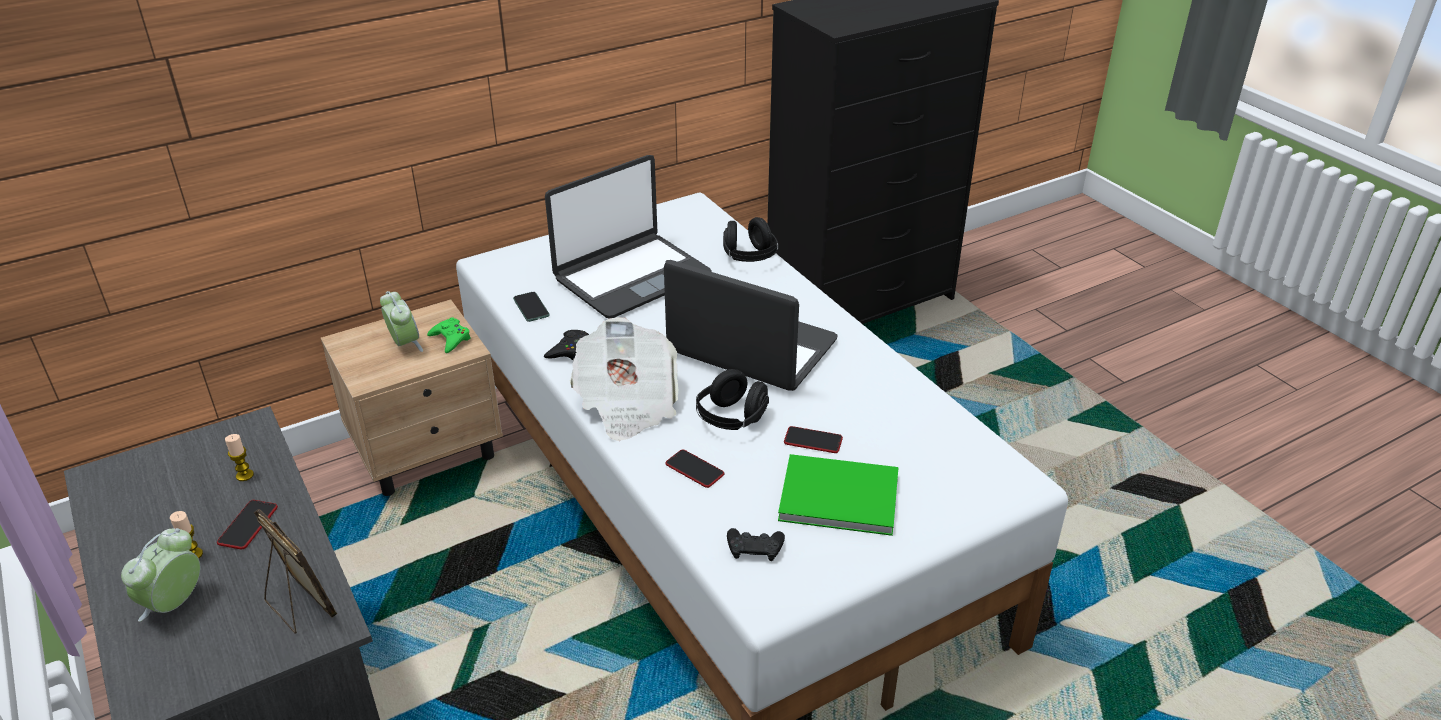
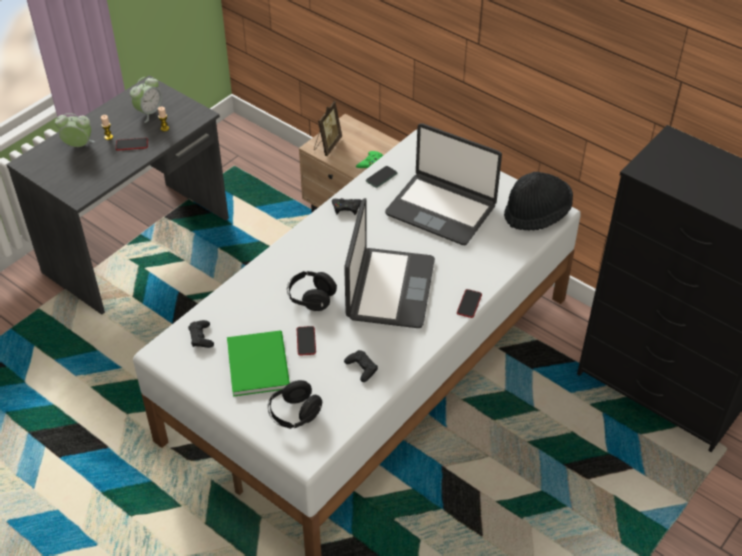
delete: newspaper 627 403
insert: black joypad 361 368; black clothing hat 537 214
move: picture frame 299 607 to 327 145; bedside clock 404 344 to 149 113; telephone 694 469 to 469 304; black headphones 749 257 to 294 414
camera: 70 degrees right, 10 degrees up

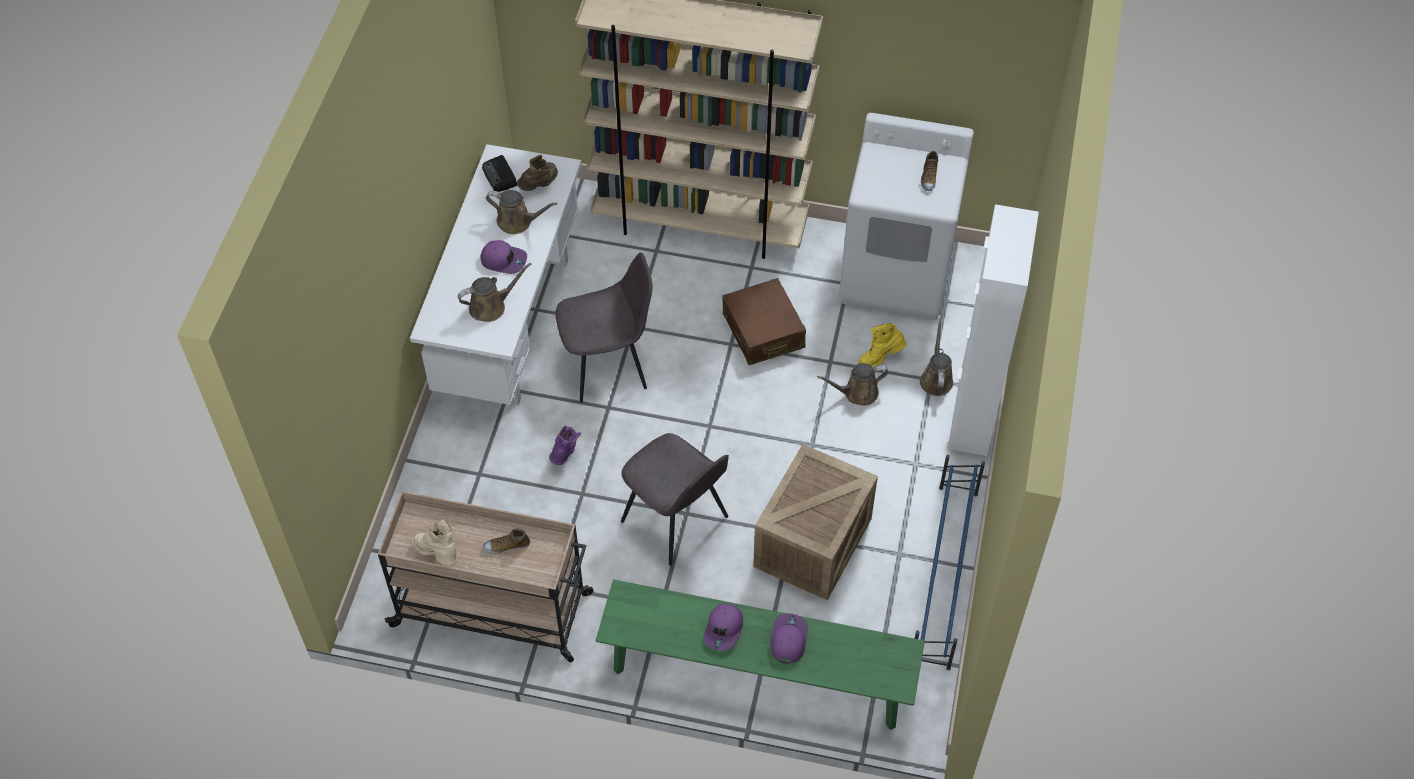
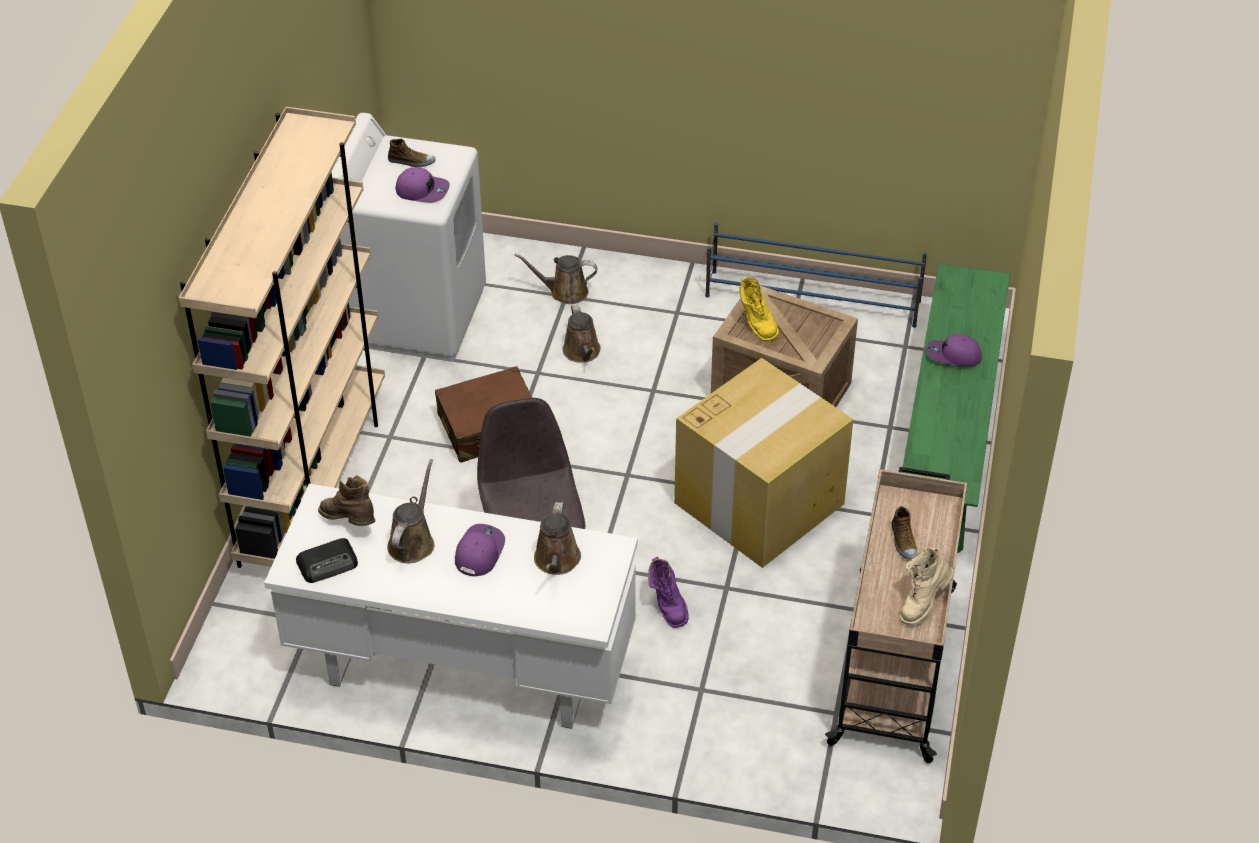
delete: white cupboard 972 417
move: purple peaked cap 724 630 to 422 190; yellow high-top boot 880 358 to 756 324
replace: grey chair 676 521 to cardboard box 760 502
rotate: brown watering can 491 306 = 556 561 150 degrees counterclockwise; purple high-top boot 565 452 = 667 605 120 degrees counterclockwise
camera: 90 degrees left, 10 degrees down

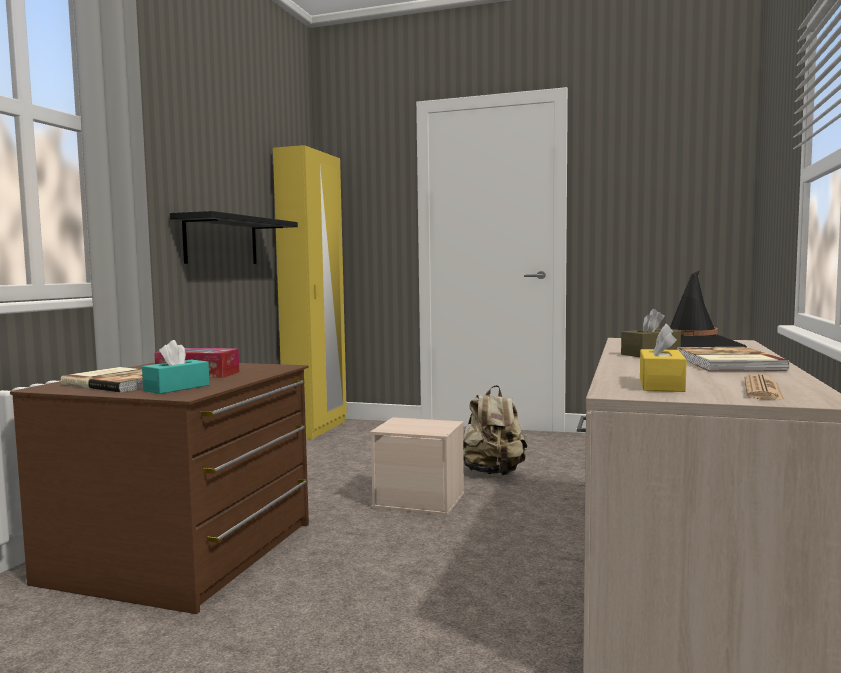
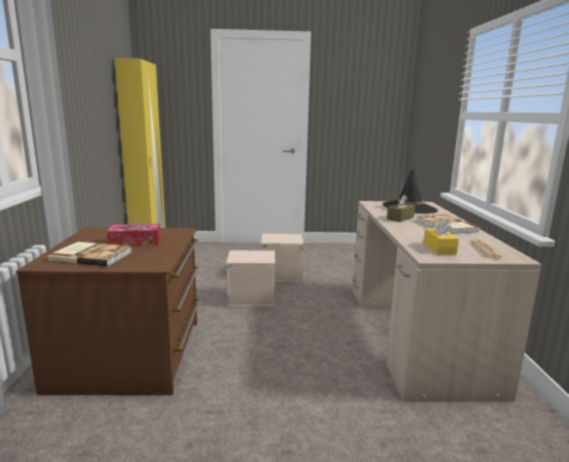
delete: turquoise tissue holder 177 388; black wall shelf 221 241
replace: beige-coloured rucksack 493 473 to beige-coloured storage bin 281 275
camera: 20 degrees left, 10 degrees up

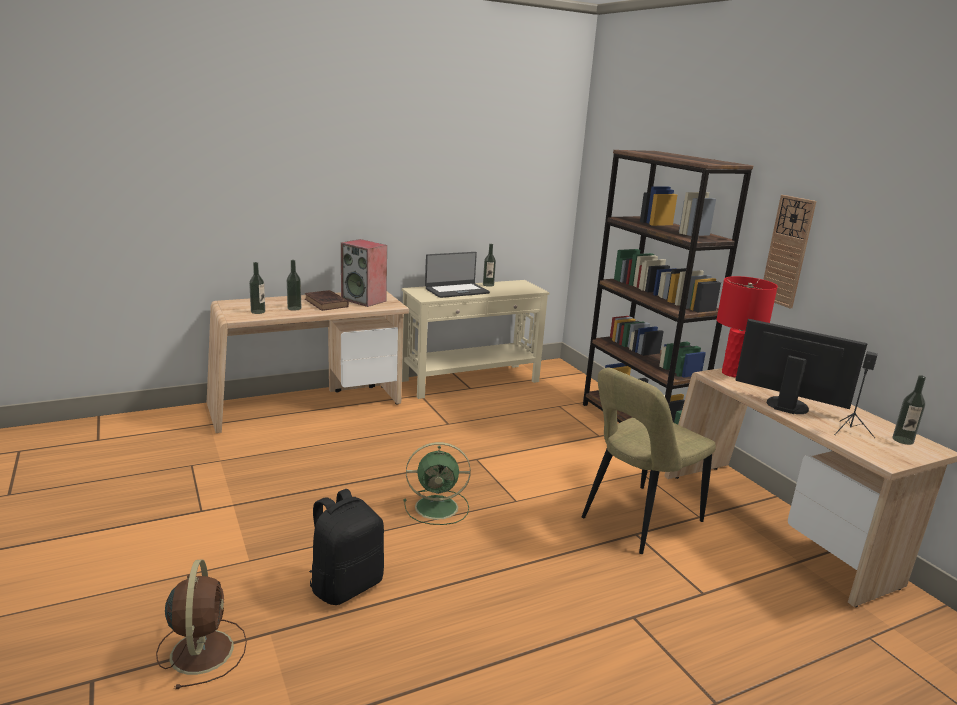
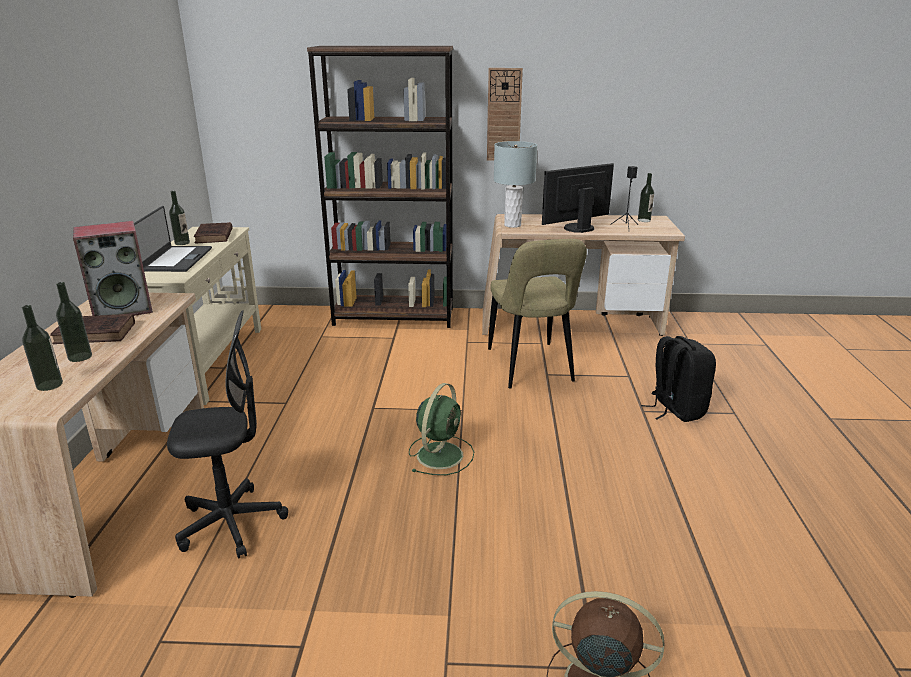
insert: black desk chair 231 523; brown book 214 236
move: black rucksack 346 585 to 675 409
recolor: red lamp for a table 731 373 to grey lamp for a table 512 225
camera: 60 degrees left, 5 degrees up

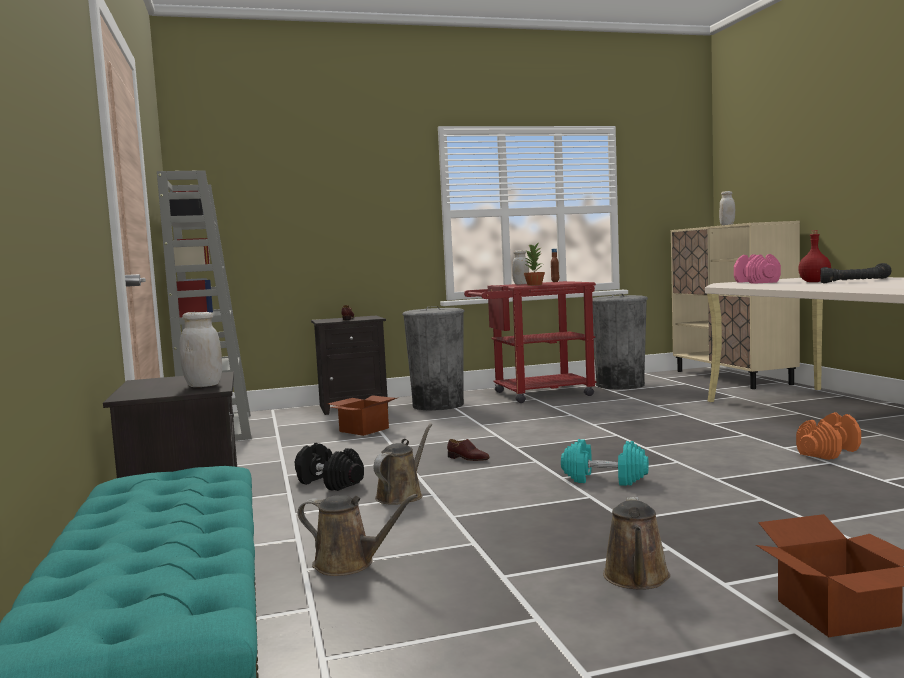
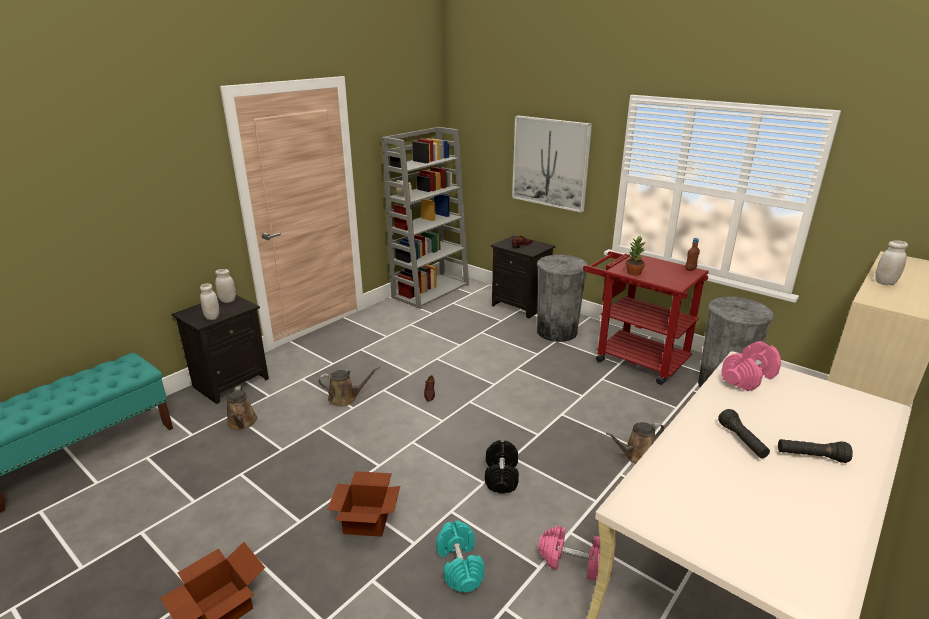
delete: red beverage bottle 814 282
insert: picture 550 163
move: black hand weight 329 483 to 501 475; cardboard box 363 429 to 368 519; white preserve jar 521 284 to 227 300; turquoise hand weight 604 479 to 459 565; brown watering can 636 578 to 637 456
recolor: orange-coloured hand weight 829 452 to pink-coloured hand weight 574 562
camera: 55 degrees right, 20 degrees up

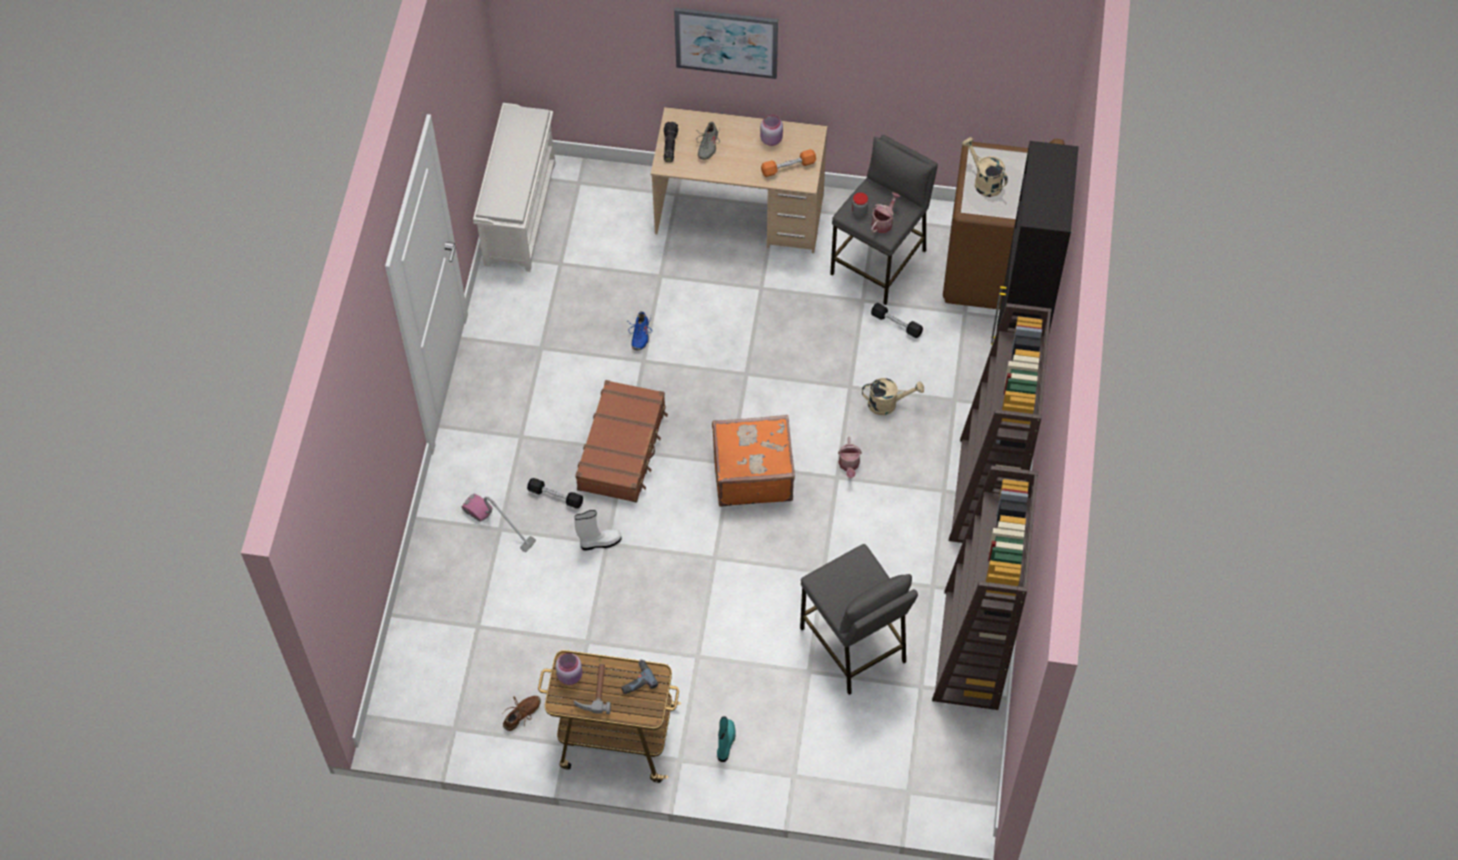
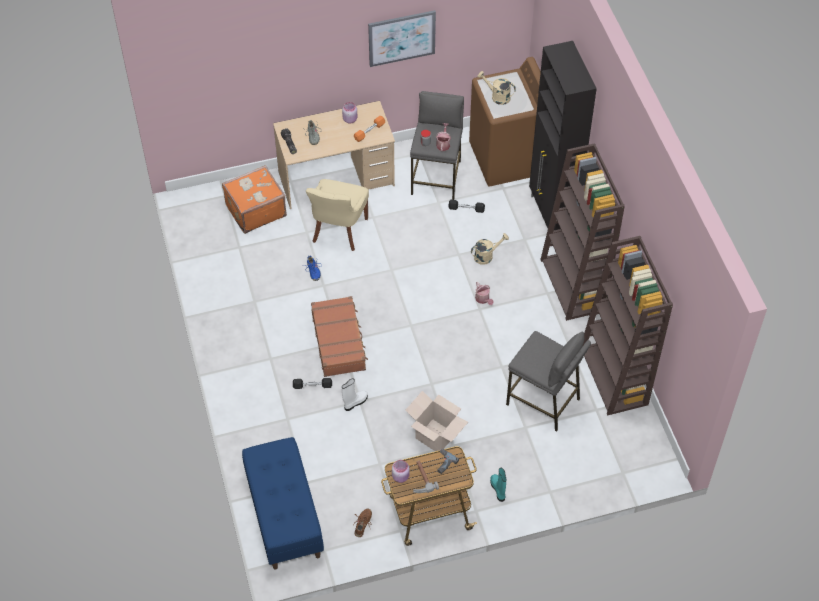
delete: hoover 499 525; white shoe rack 519 212
insert: bluish long seat 283 515; beige-coloured chair 338 231; cardboard box 435 436
move: picture 726 42 to 401 38; orange-coloured travel case 752 473 to 255 210
camera: 25 degrees left, 5 degrees down

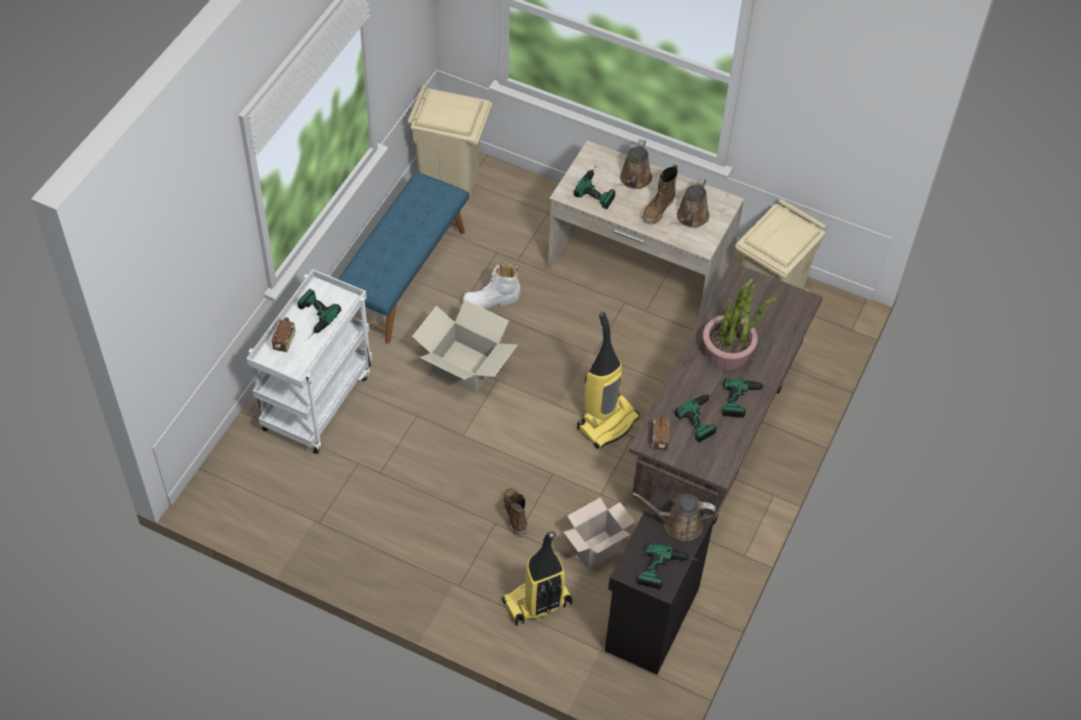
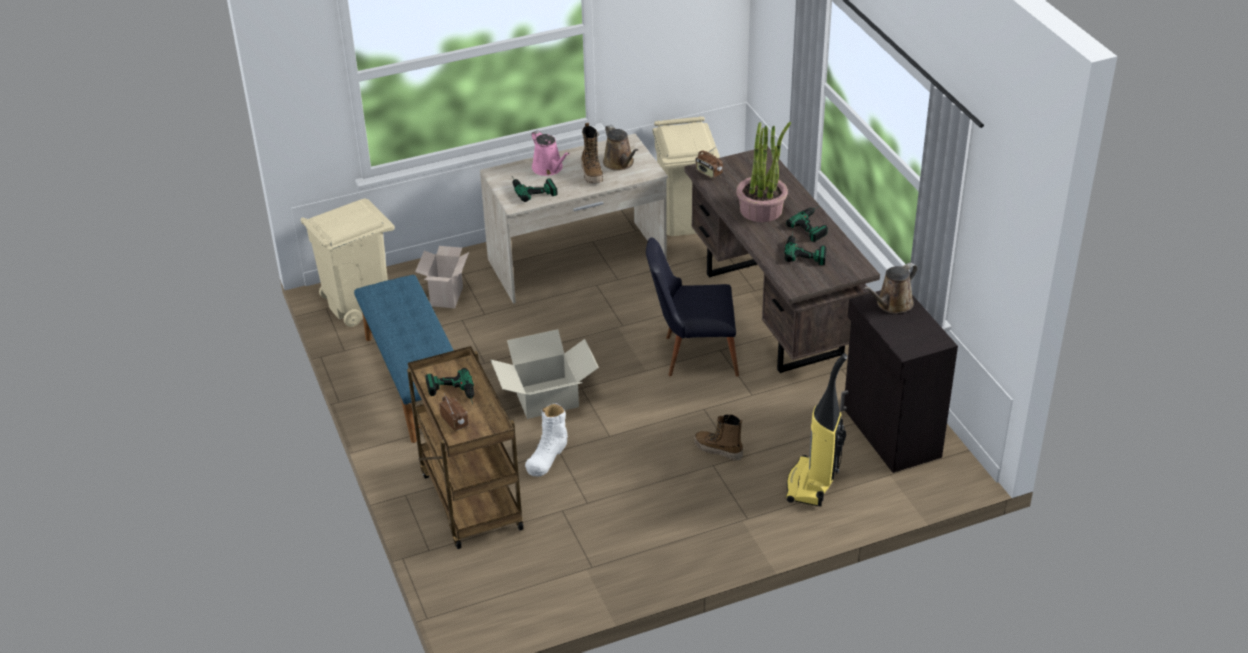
delete: drill 668 570
move: white high-top boot 491 300 to 547 456; cardboard box 597 548 to 446 295; radio 659 439 to 708 173
replace: hoover 607 422 to black chair 692 355
recolor: white cart 317 399 to brown cart 469 499; brown watering can 635 180 to pink-coloured watering can 549 168
camera: 45 degrees left, 15 degrees down

